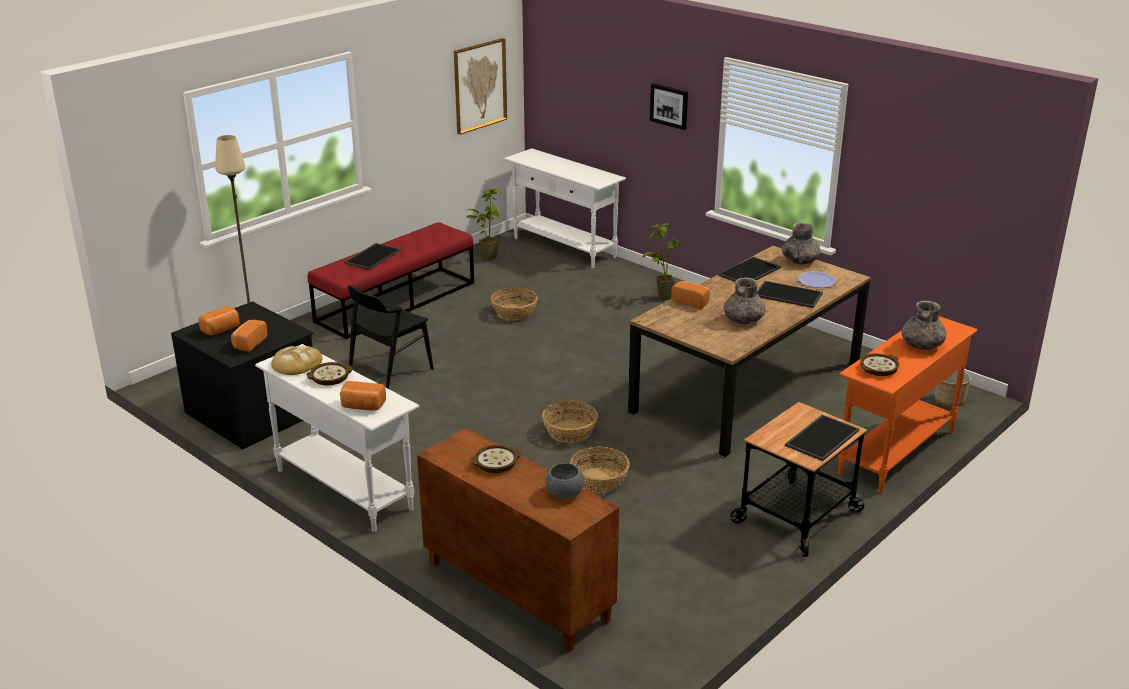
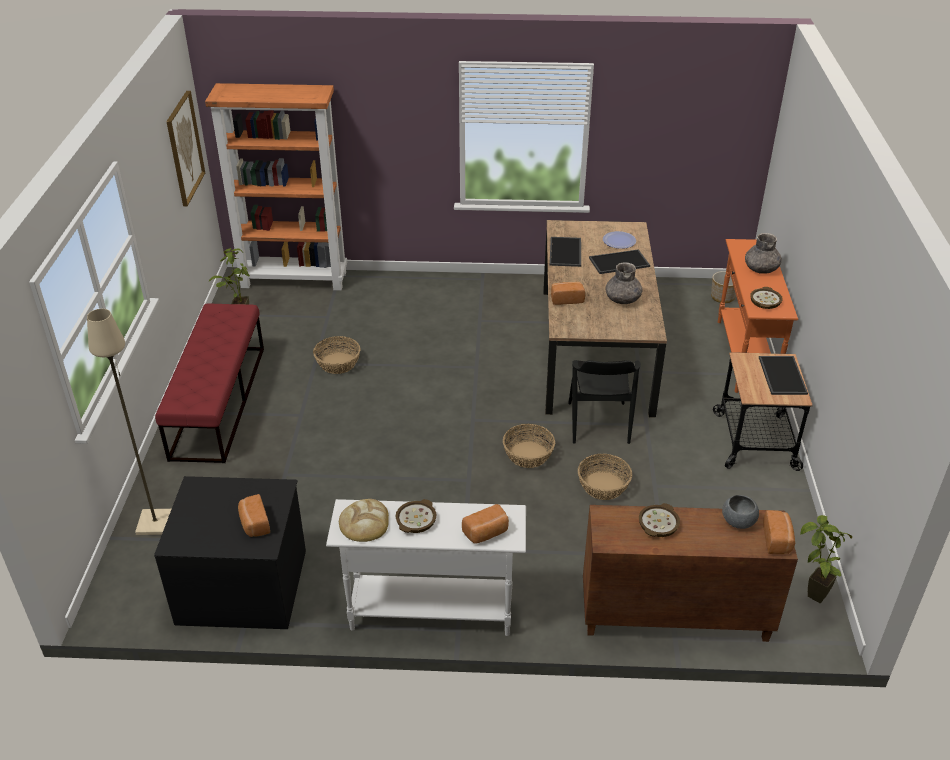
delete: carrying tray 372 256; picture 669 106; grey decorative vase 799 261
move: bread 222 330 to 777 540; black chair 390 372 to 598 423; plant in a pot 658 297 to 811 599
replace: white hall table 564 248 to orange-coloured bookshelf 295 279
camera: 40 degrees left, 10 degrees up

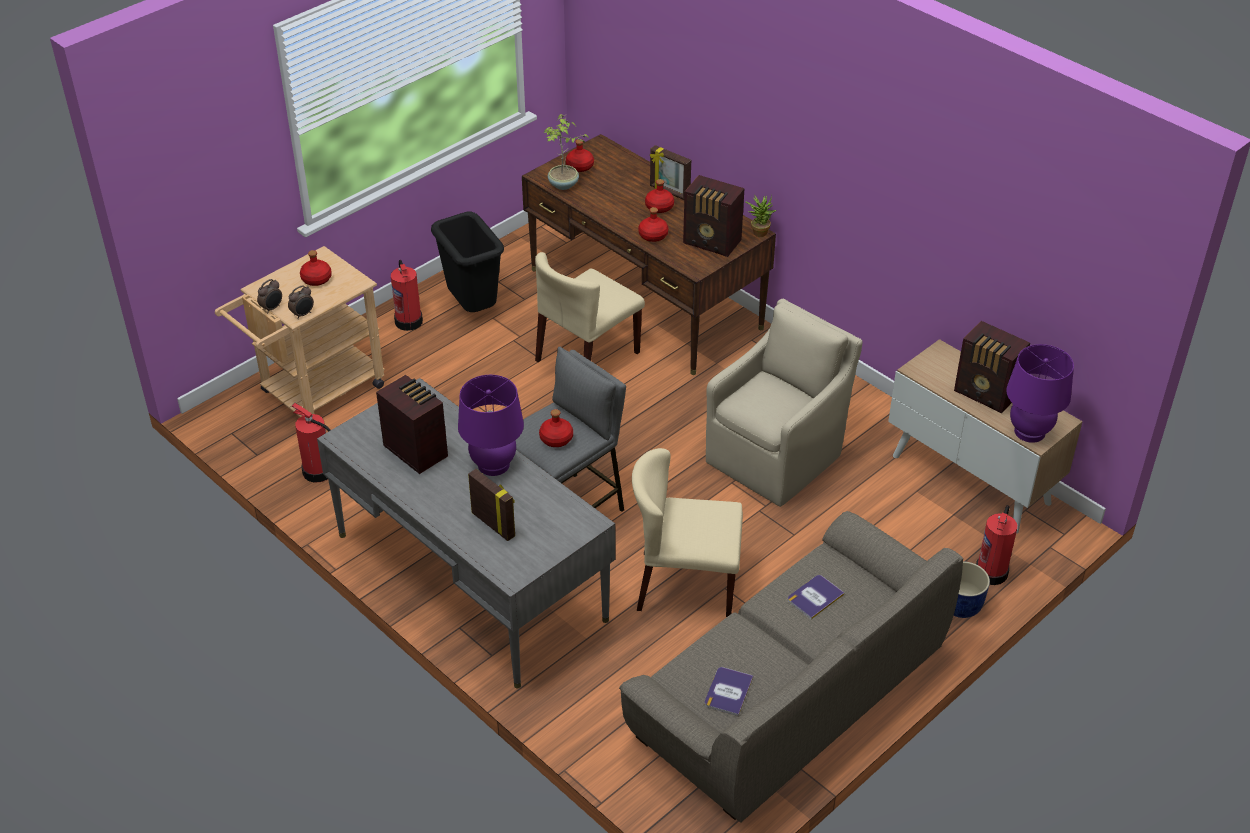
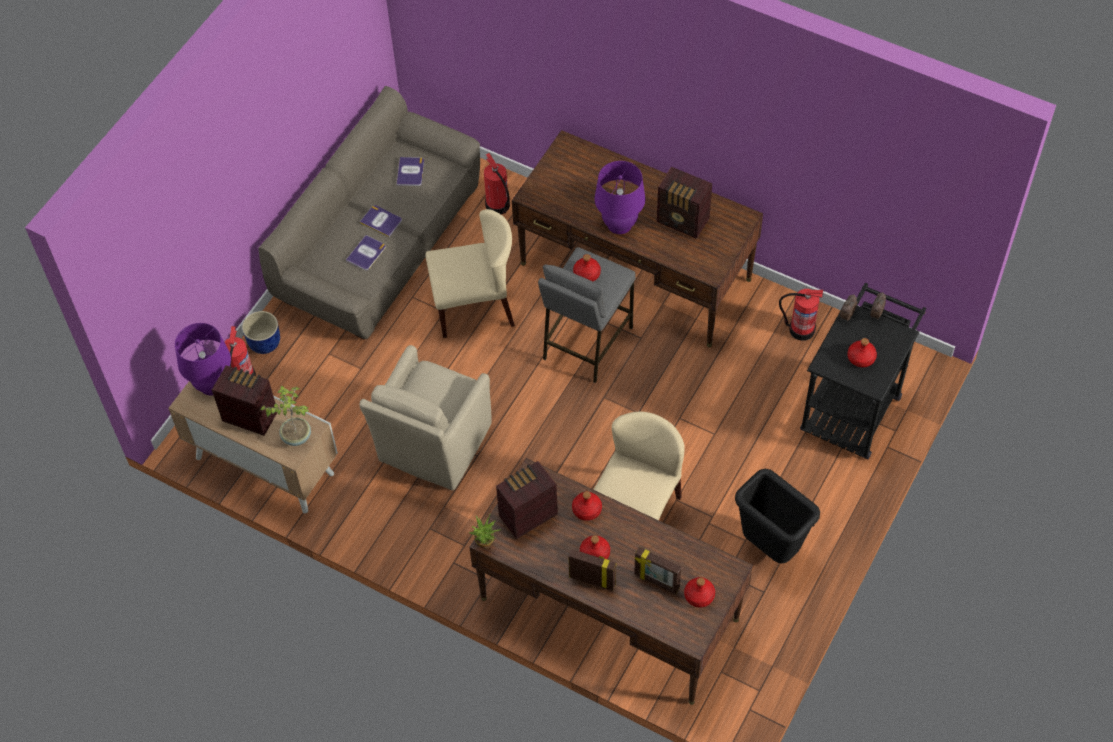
insert: book 381 221
move: extinguisher 409 321 to 498 206; picture frame 494 524 to 656 582; plant in a pot 563 185 to 296 436
recolor: beige-coloured cart 314 393 to black cart 854 405; grey desk table 470 577 to brown desk table 635 271
rotate: radio 712 243 = 526 515 45 degrees counterclockwise
camera: 165 degrees right, 15 degrees up

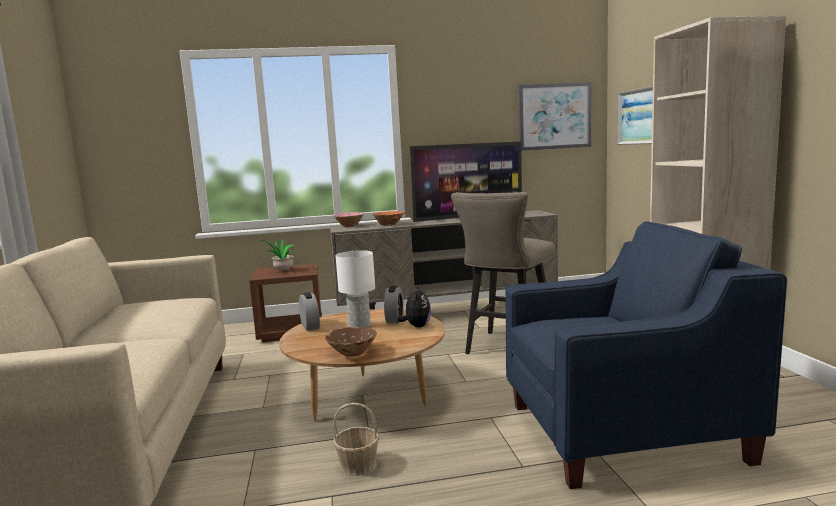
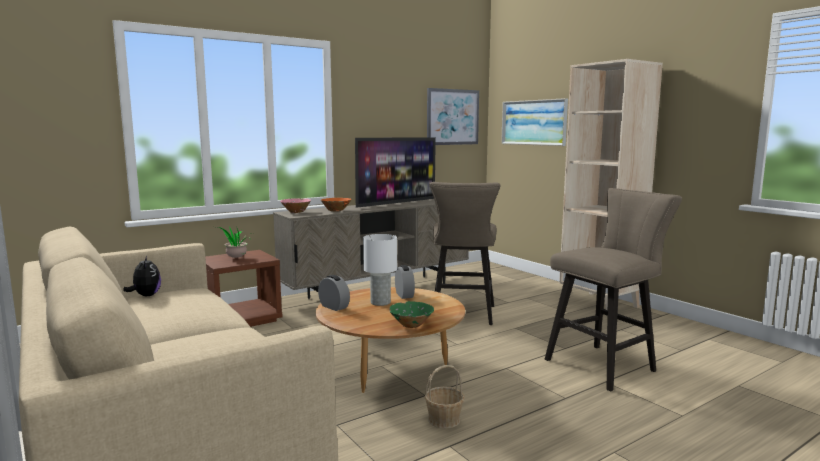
move: soft toy 417 326 to 146 296
replace: bluish easy chair 623 432 to beige-coloured stool seat 605 364
recolor: brown serving bowl 352 353 to green-coloured serving bowl 411 325
camera: 25 degrees left, 0 degrees up

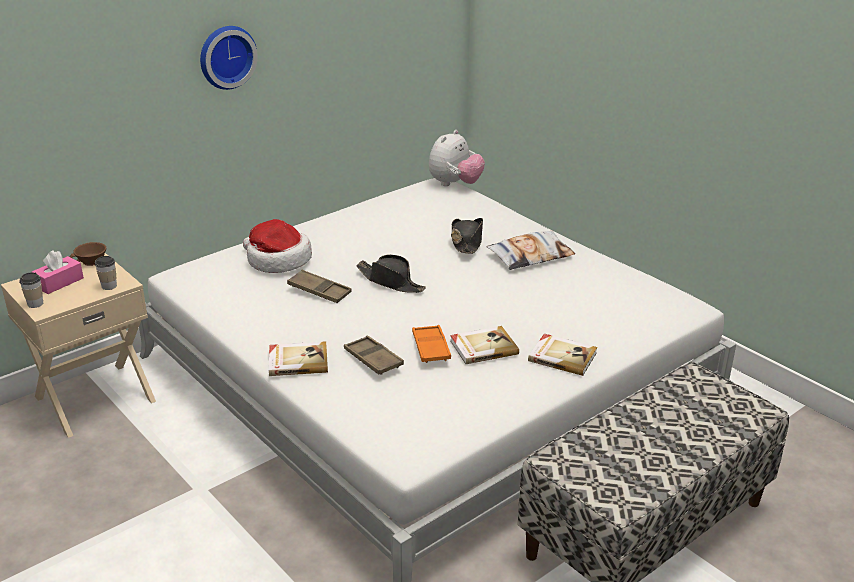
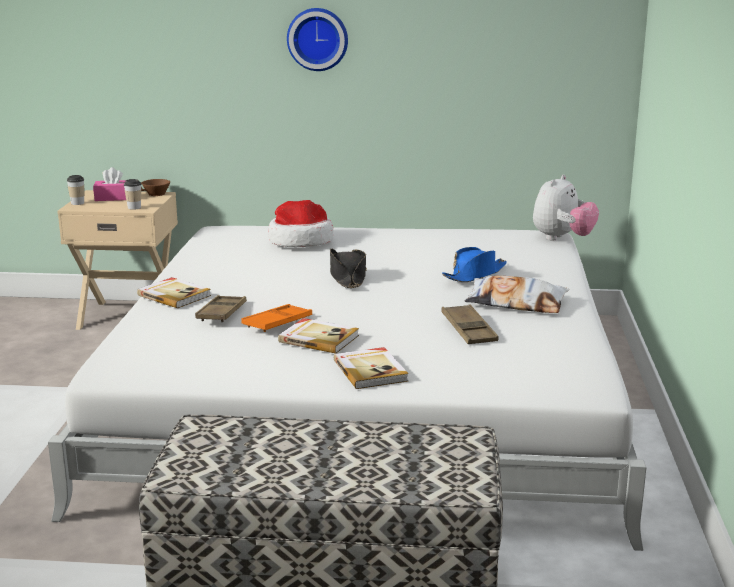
move: brown carrying tray 319 291 to 469 330
recolor: black clothing hat 466 242 to bluish clothing hat 475 274
rotate: soft toy 455 184 = 562 239 45 degrees counterclockwise
camera: 45 degrees right, 10 degrees down

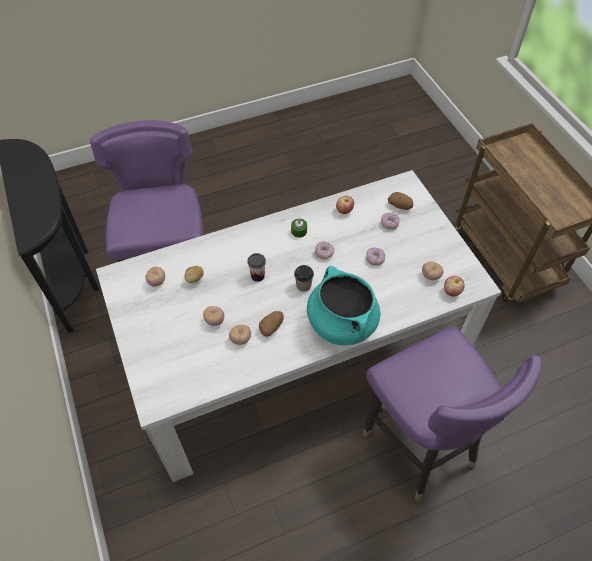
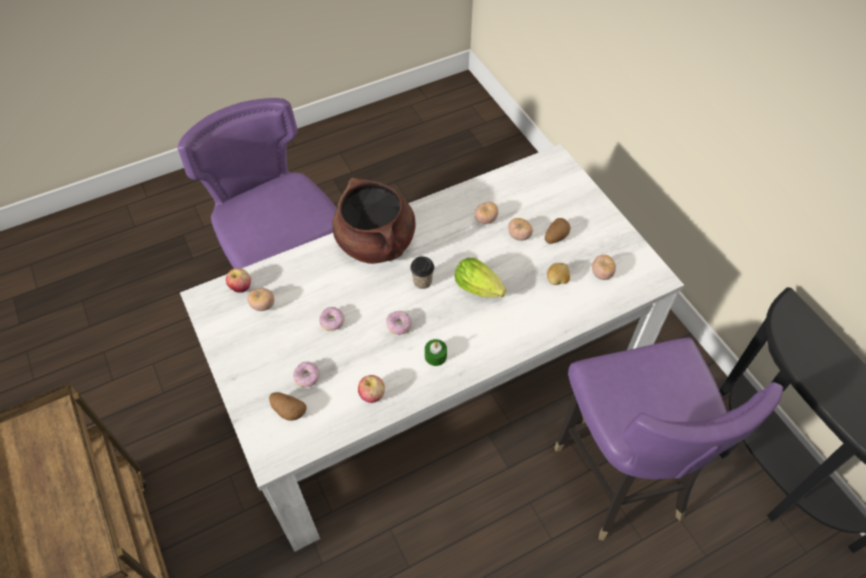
move: potato 271 327 to 555 237
replace: cup 257 276 to lettuce 480 289
recolor: turquoise stockpot 341 323 to brown stockpot 376 243
camera: 175 degrees right, 0 degrees up

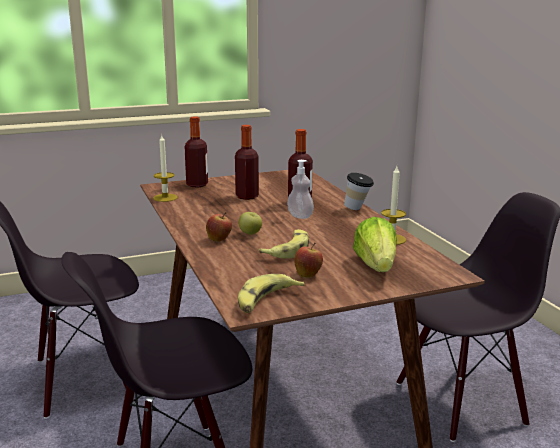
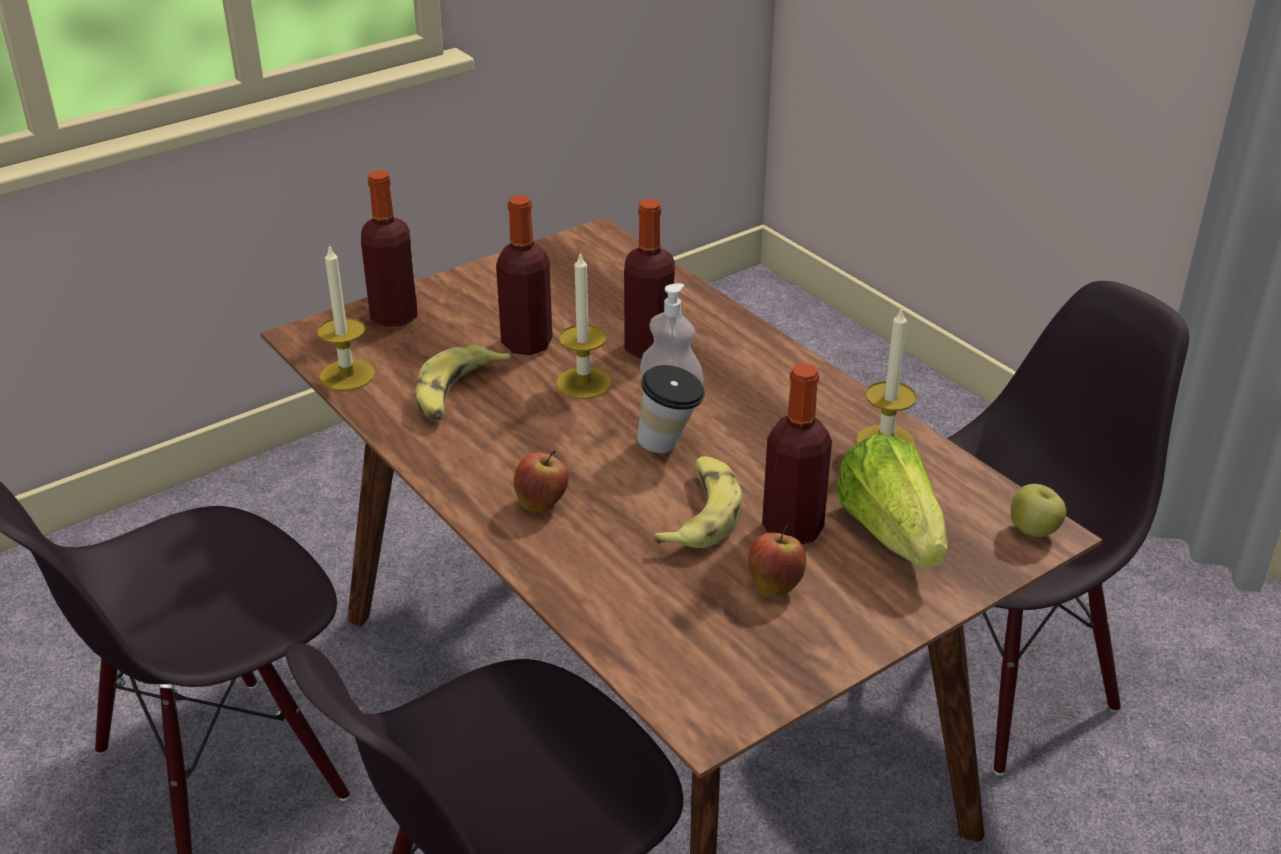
insert: wax light 583 383; beverage bottle 792 529
move: banana fruit 266 301 to 457 393; apple fruit 250 234 to 1033 531; cup 358 209 to 669 445
camera: 15 degrees left, 15 degrees up

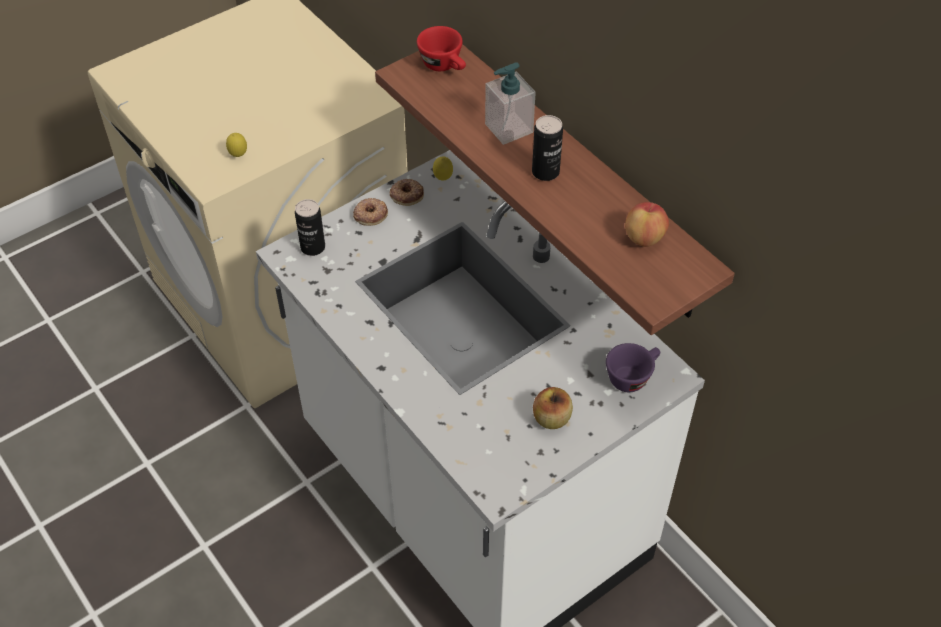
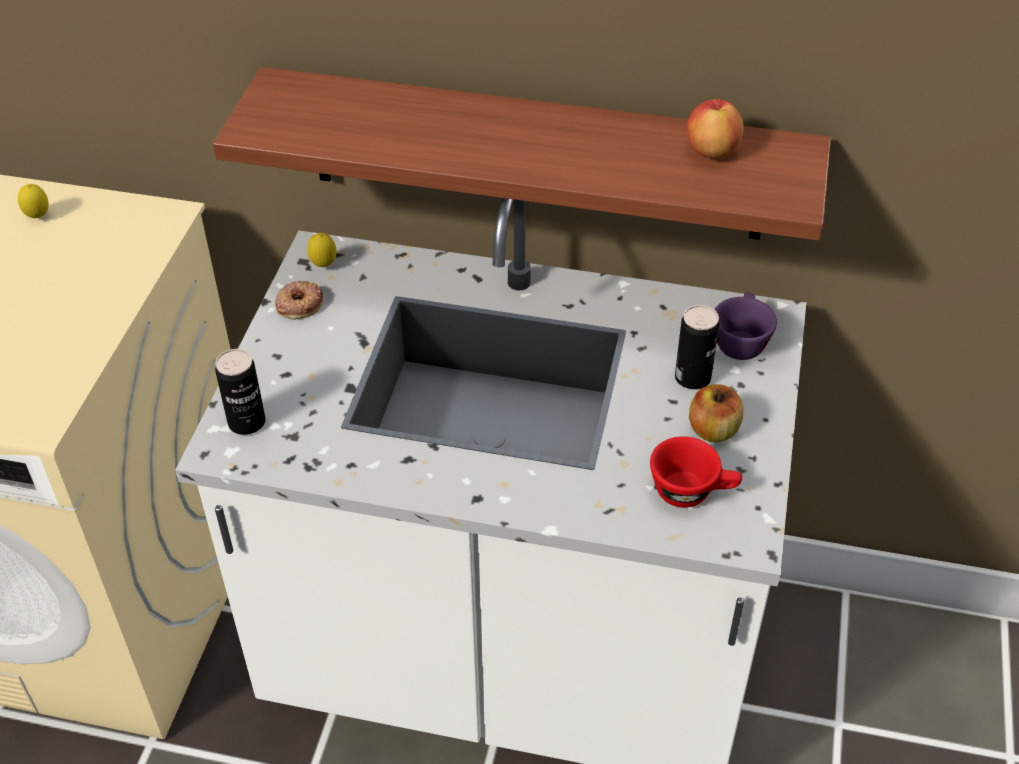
delete: donut 370 214; liquid soap bottle 508 128
move: citrus fruit 238 155 to 38 217; red cup 445 66 to 692 491; sealed can 545 172 to 692 378
camera: 40 degrees left, 5 degrees down

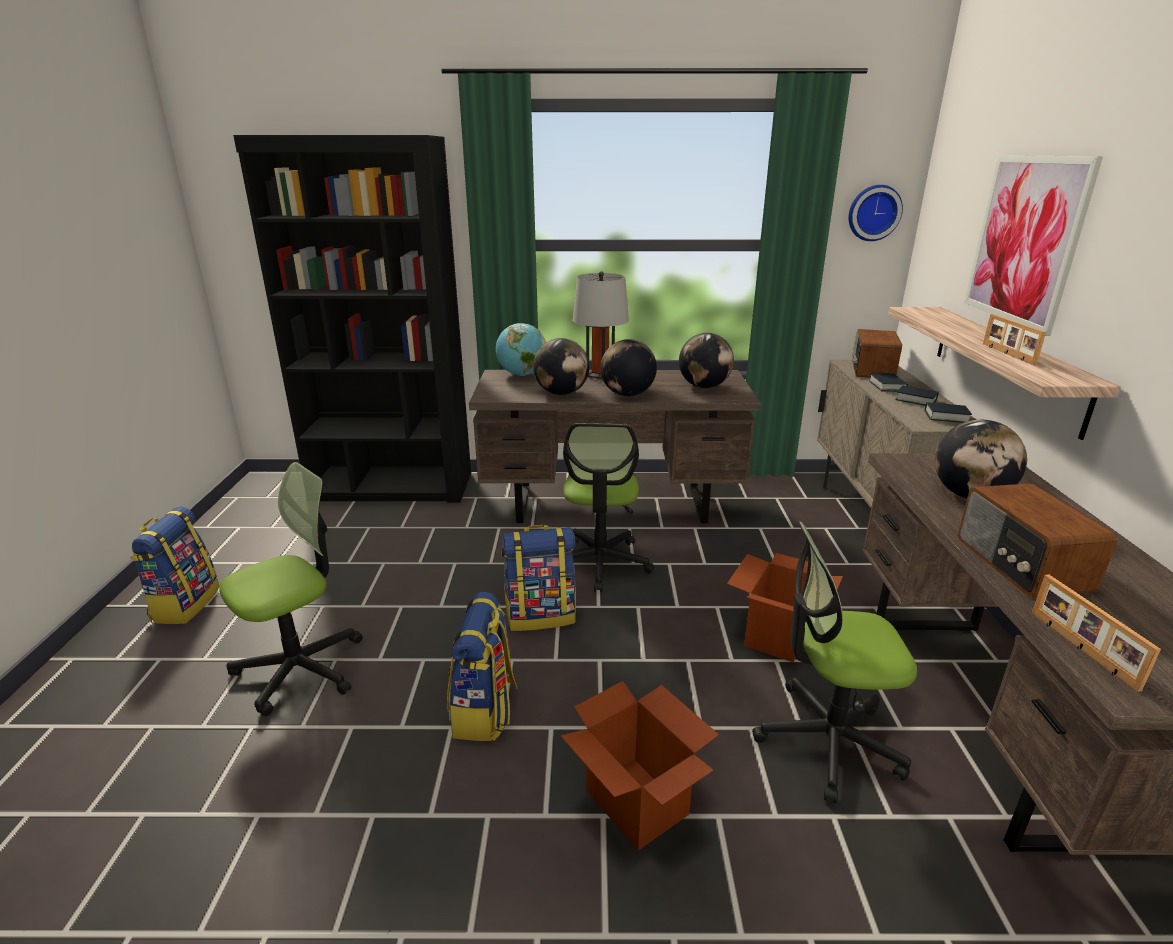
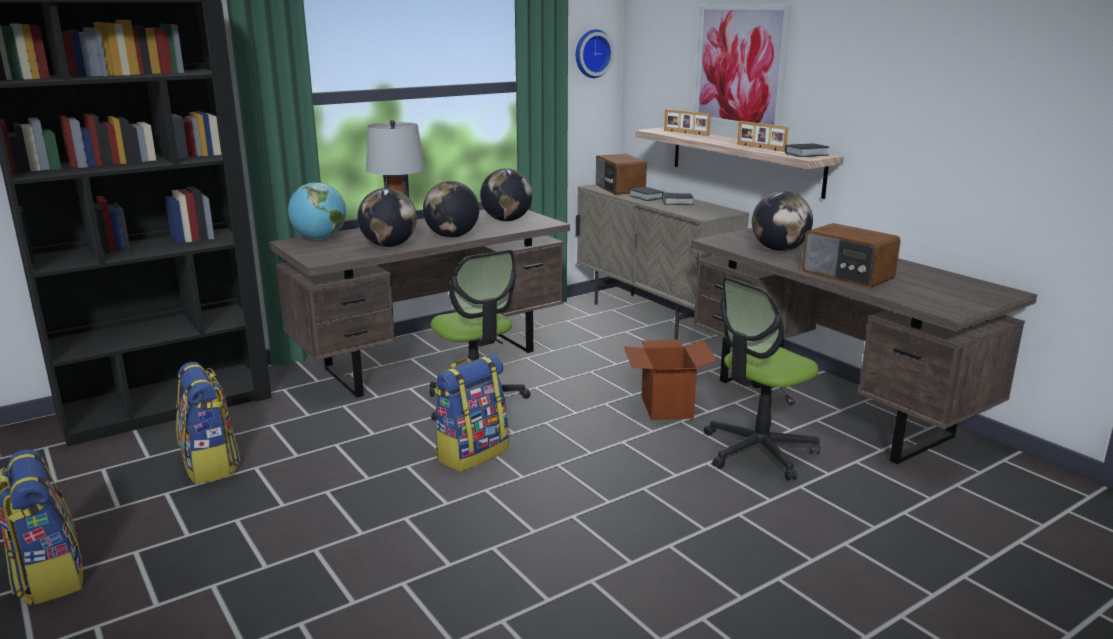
delete: desk chair 300 668; cardboard box 637 803
move: rucksack 485 711 to 211 465; book 946 417 to 806 154; picture frame 1080 649 to 685 133
camera: 35 degrees left, 5 degrees down

